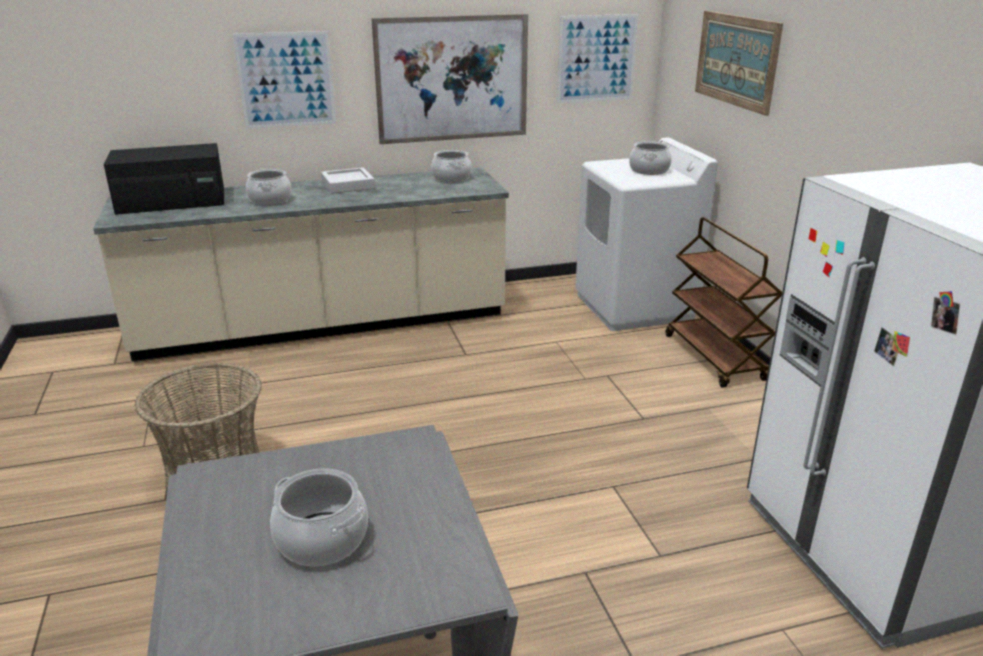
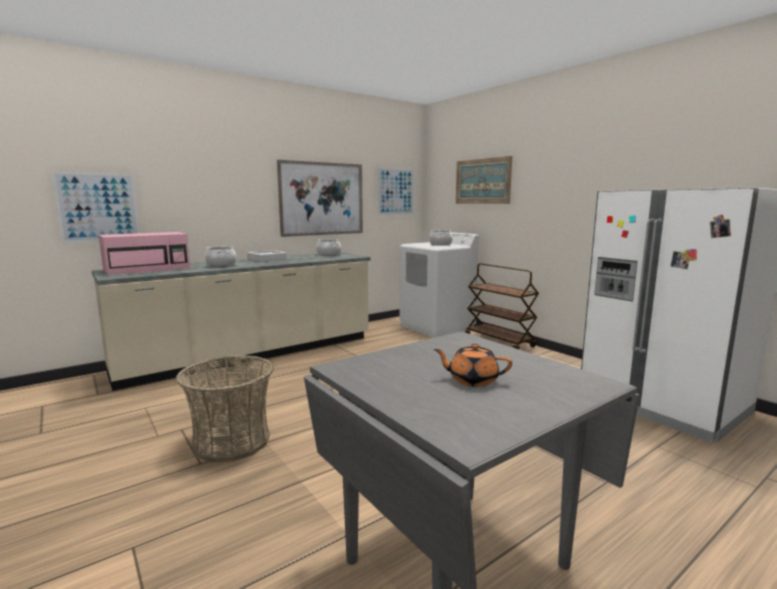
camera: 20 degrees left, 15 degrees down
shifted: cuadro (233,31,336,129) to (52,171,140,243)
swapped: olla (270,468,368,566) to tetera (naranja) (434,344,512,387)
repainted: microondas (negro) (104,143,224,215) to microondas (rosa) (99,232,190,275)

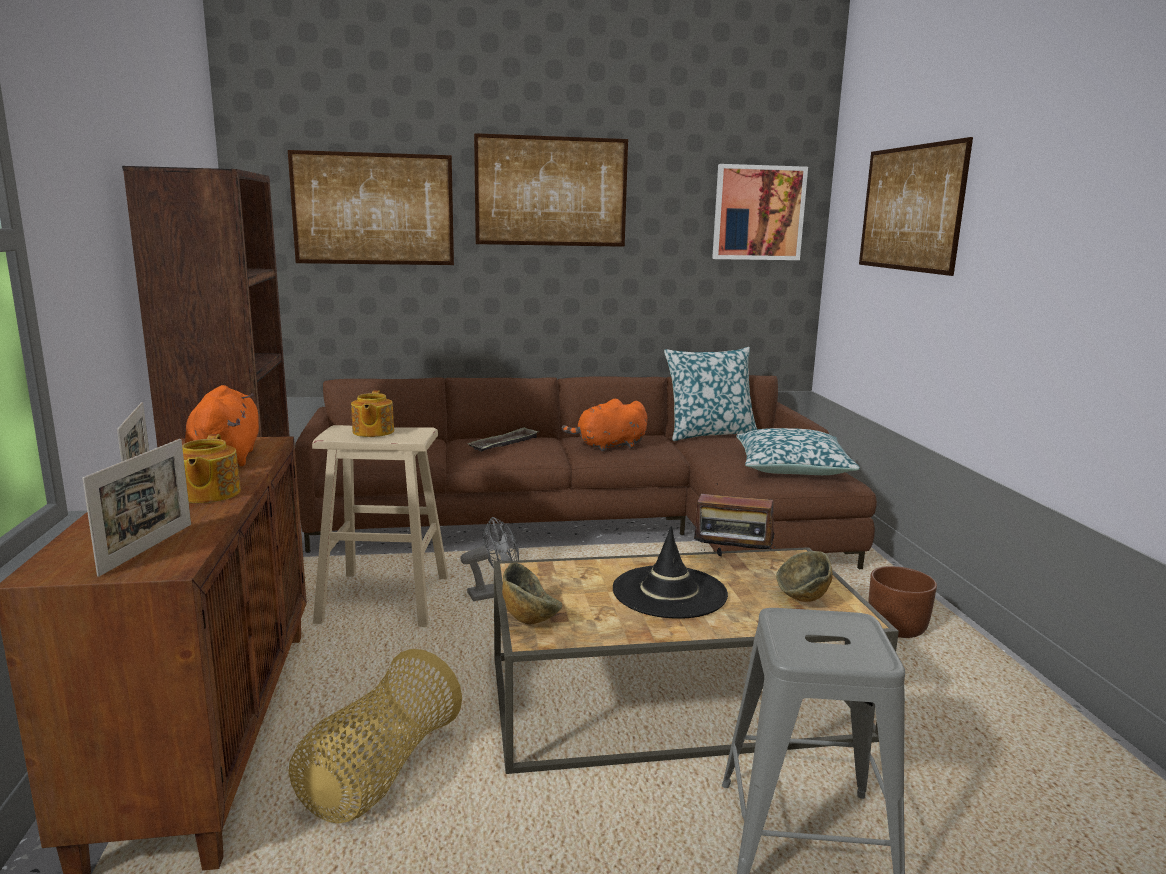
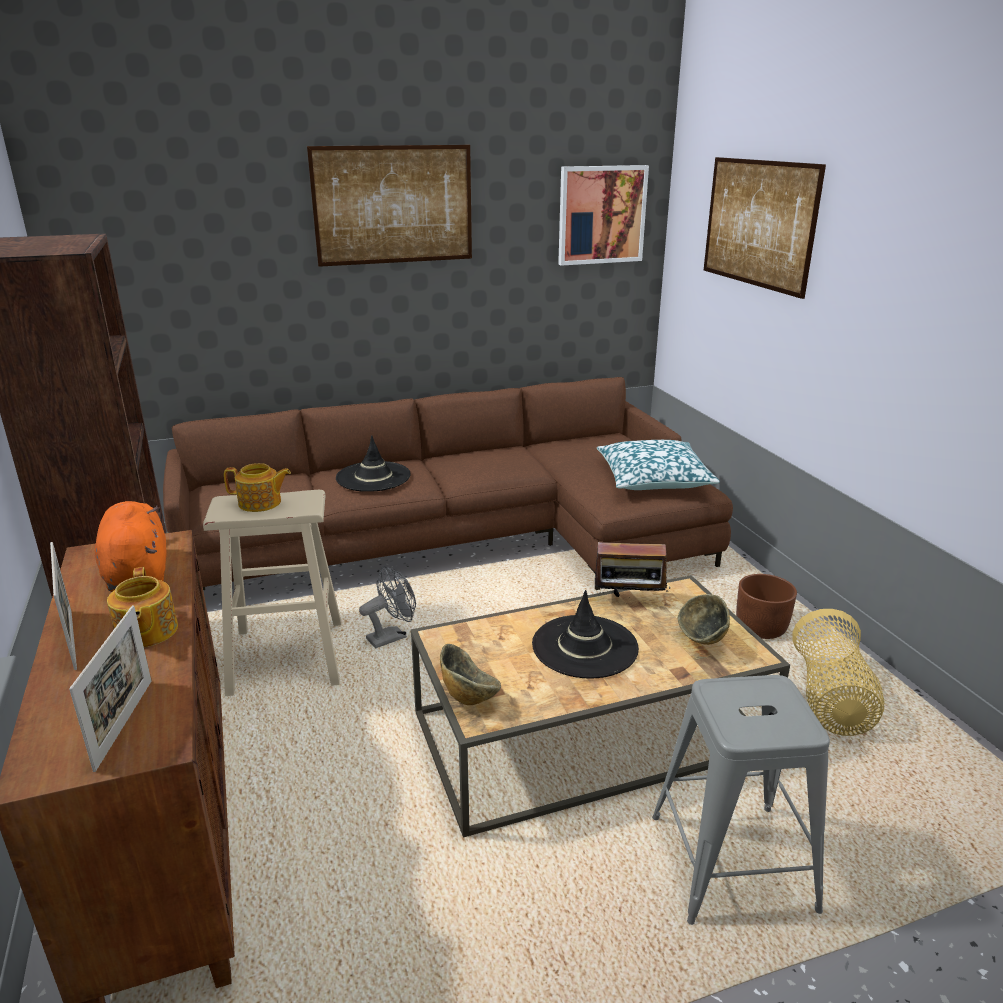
camera: 10 degrees left, 10 degrees up
gone: cuadro (288,150,454,265); peluche (naranja) (562,399,647,451); cojín (664,347,757,441)
shifted: cesta (289,649,462,824) to (792,609,885,736)
swapped: bandeja (468,427,539,452) to sombrero (negro) (336,436,411,492)
rotated: tetera (351,390,394,437) = (224,463,291,512) 75 degrees counterclockwise

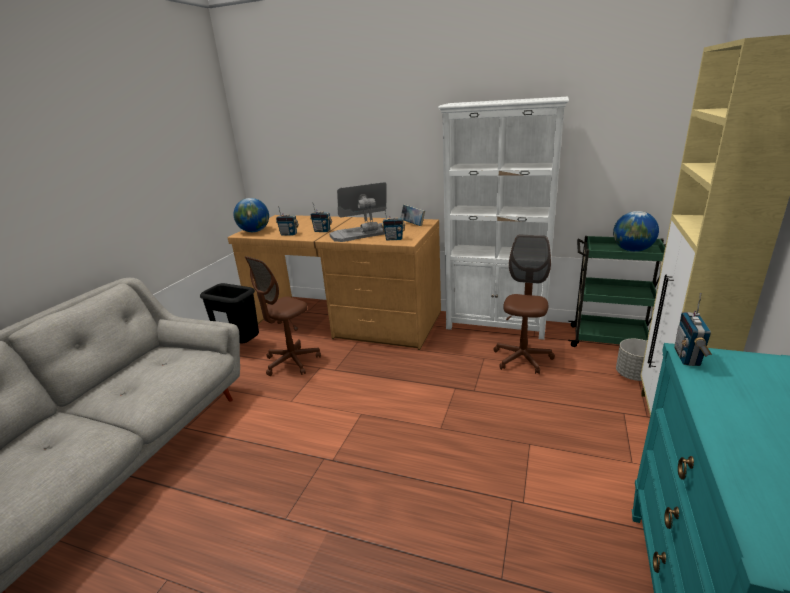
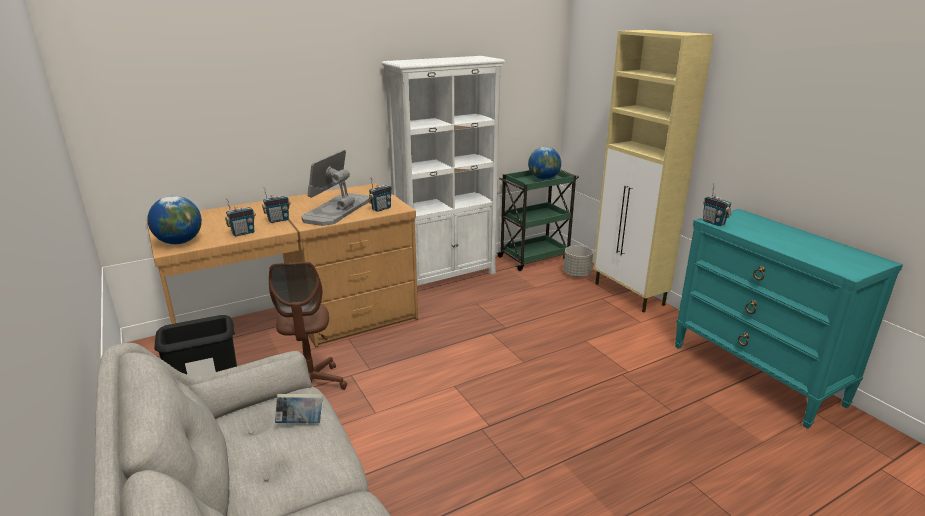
camera: 50 degrees left, 0 degrees up
gone: silla de oficina (marrón) (494,235,555,374)
shifted: libro (401,204,425,226) to (275,394,323,423)

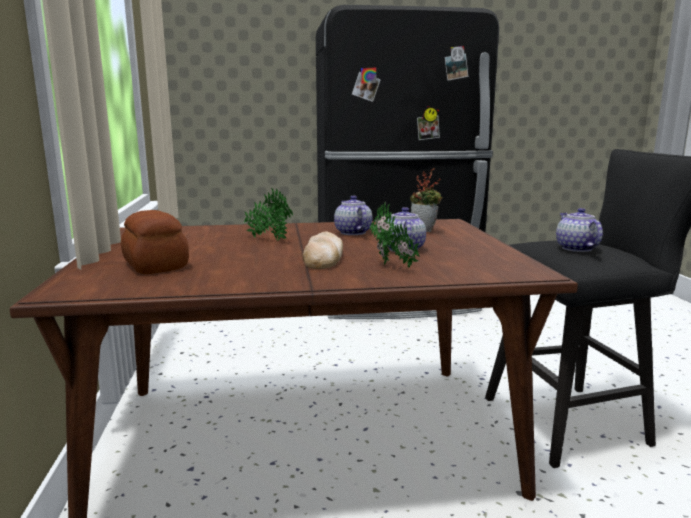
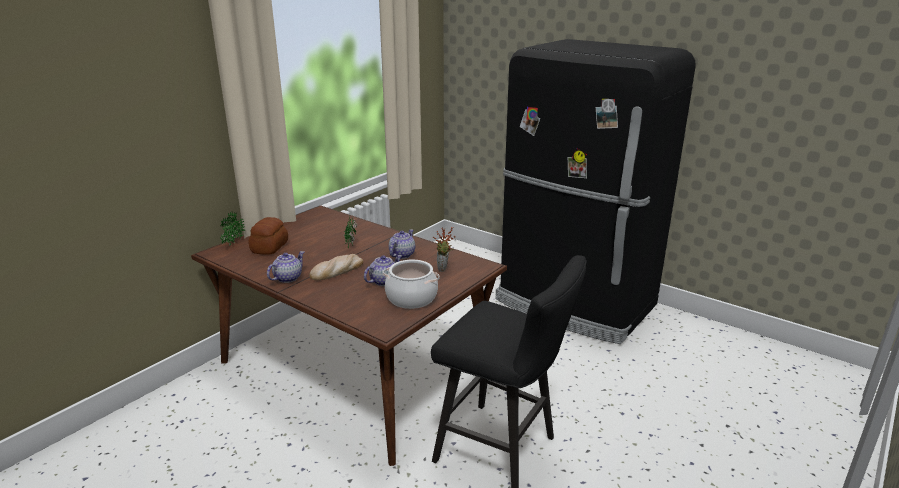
camera: 45 degrees right, 10 degrees up
new: olla (383,260,440,309)
shifted: planta en maceta (370,202,420,268) to (220,212,245,246); tetera (556,208,603,252) to (267,251,304,283)

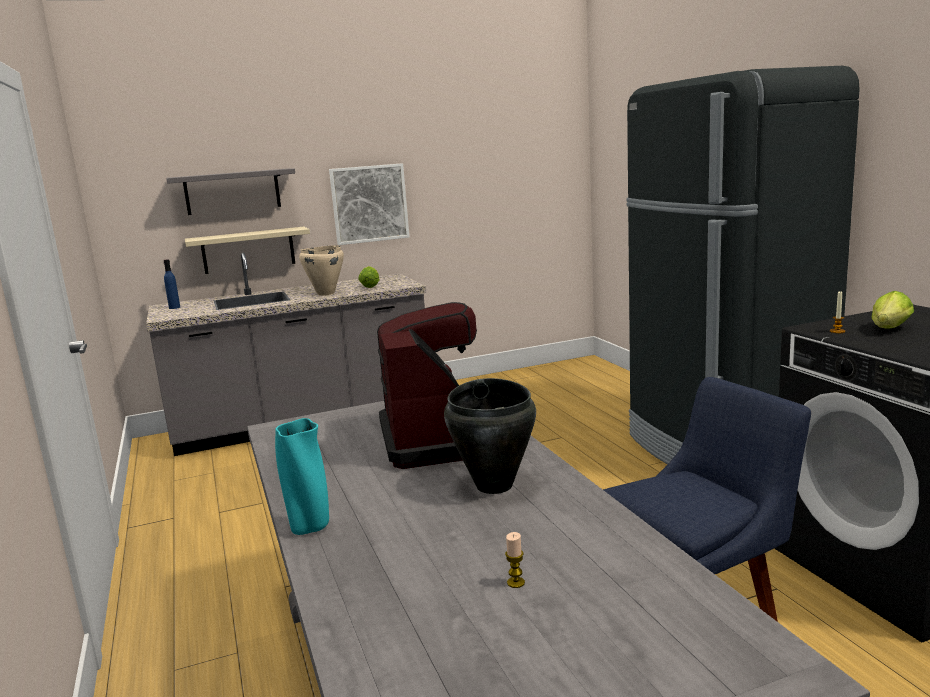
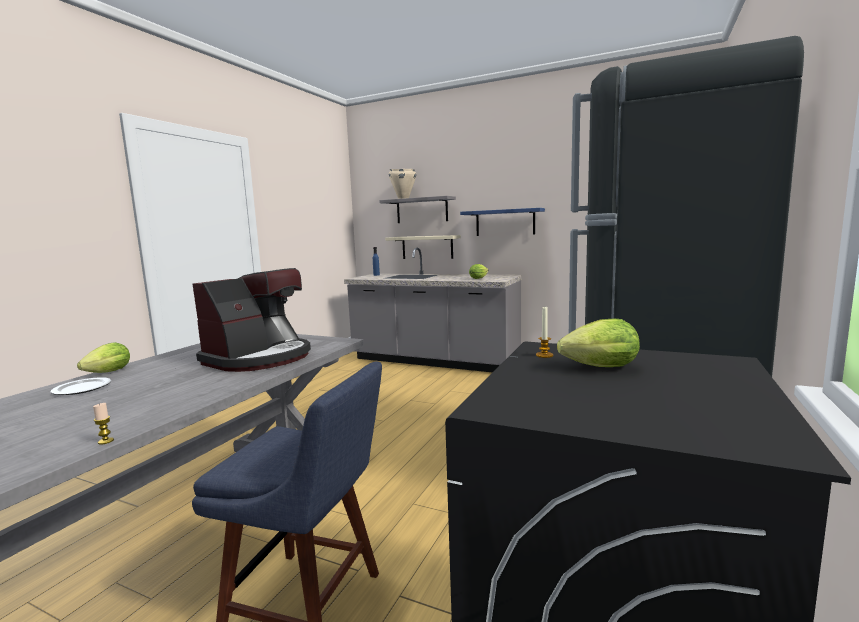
camera: 45 degrees right, 5 degrees down
gone: olla (negro) (444,378,536,494)
new: plato (51,377,111,395)
shifted: vela (505,532,525,588) to (93,403,114,445); olla (beis) (299,245,344,295) to (389,169,416,199)
swapped: florero (turquesa) (275,418,329,535) to lechuga (77,342,130,373); cuadro (329,163,410,245) to estante (azul) (460,208,545,236)

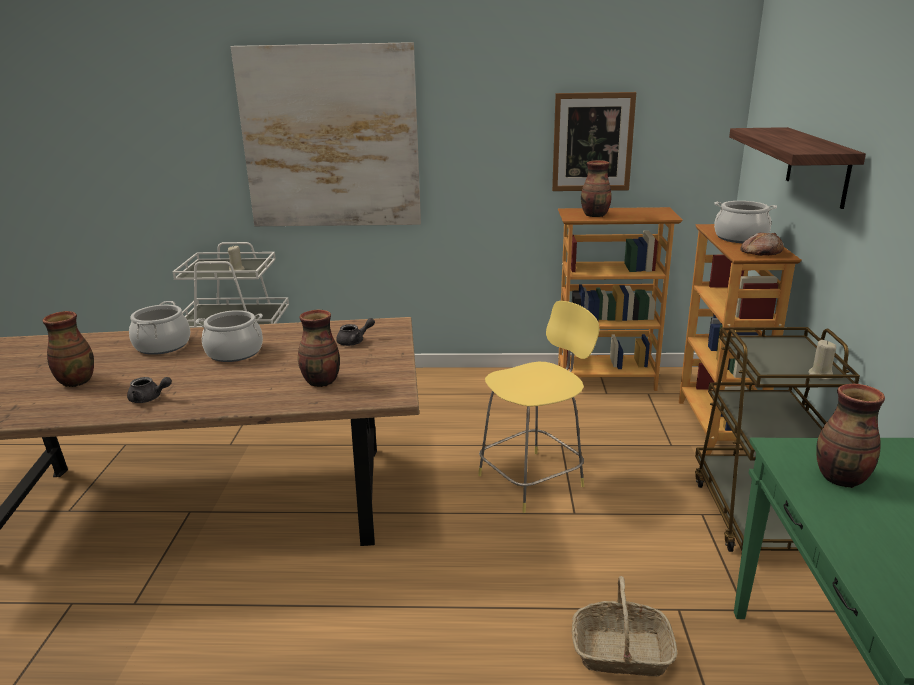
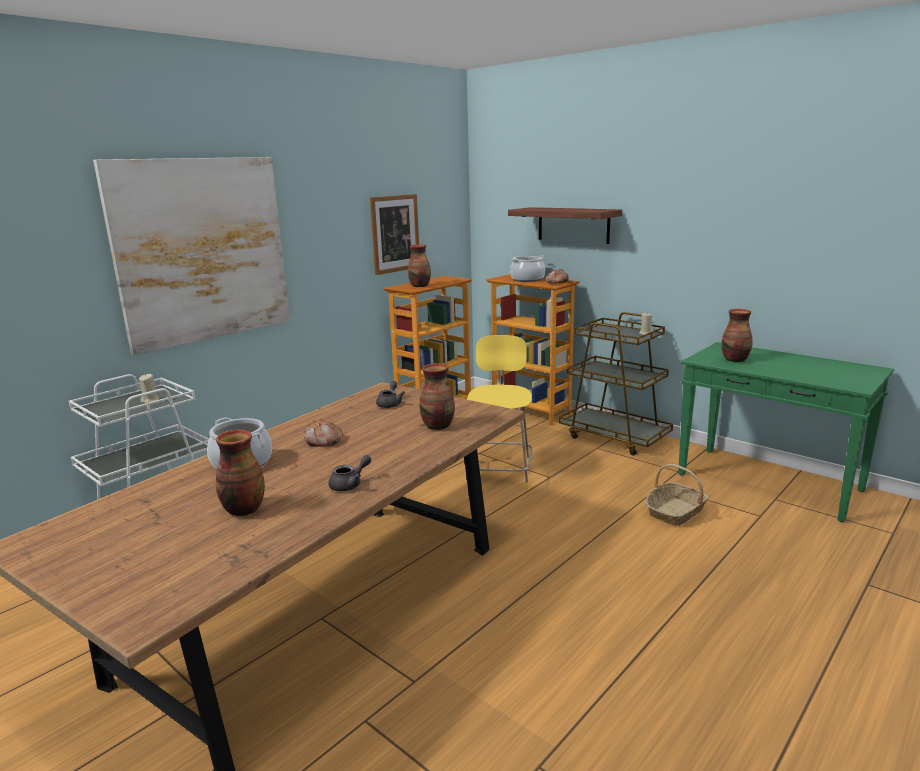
camera: 50 degrees left, 5 degrees down
swapped: olla (196,310,263,362) to pan (304,419,343,447)

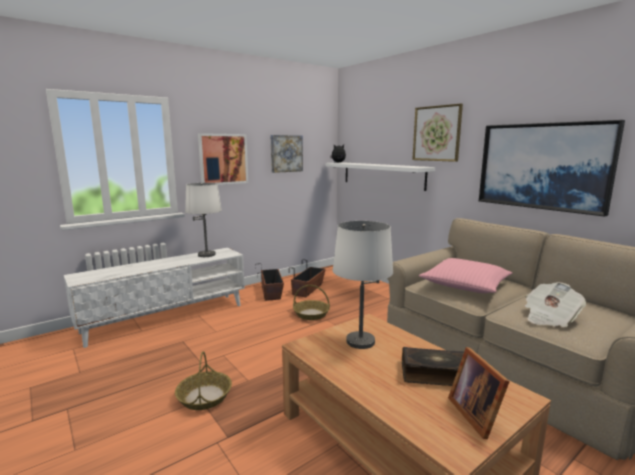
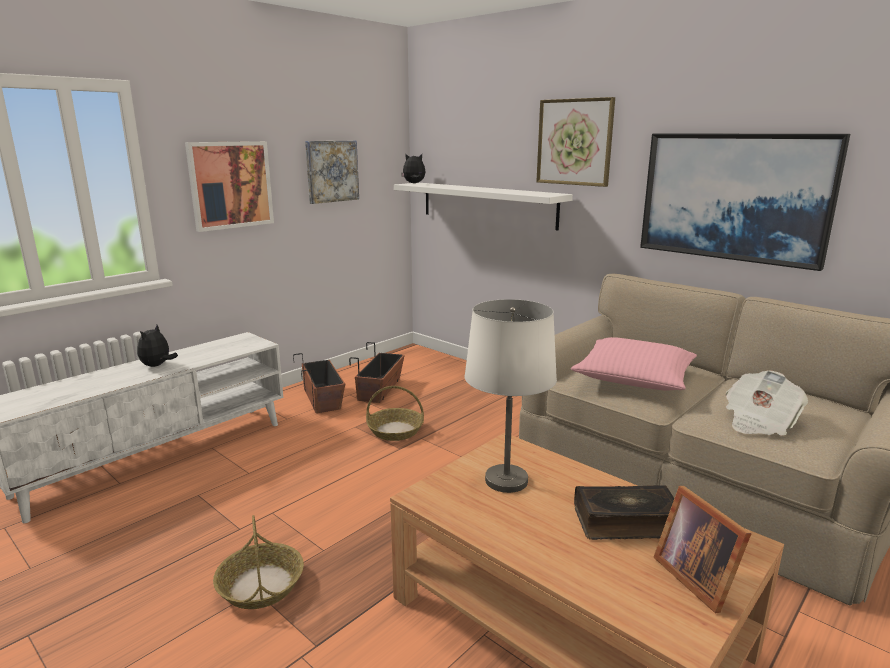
camera: 10 degrees left, 5 degrees up
gone: lámpara de mesa (blanco) (185,183,222,257)
new: peluche (137,325,178,367)

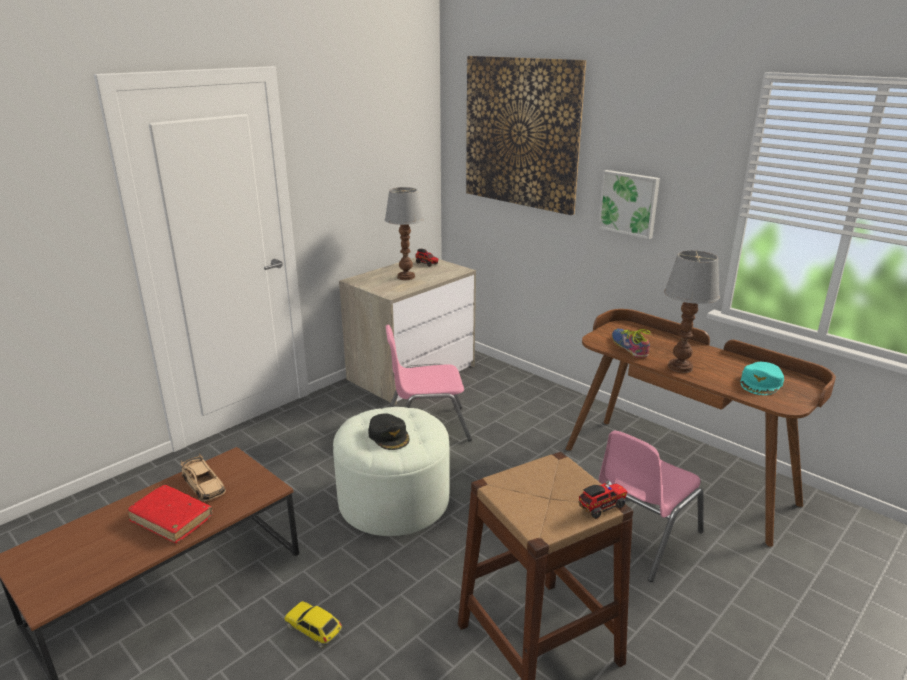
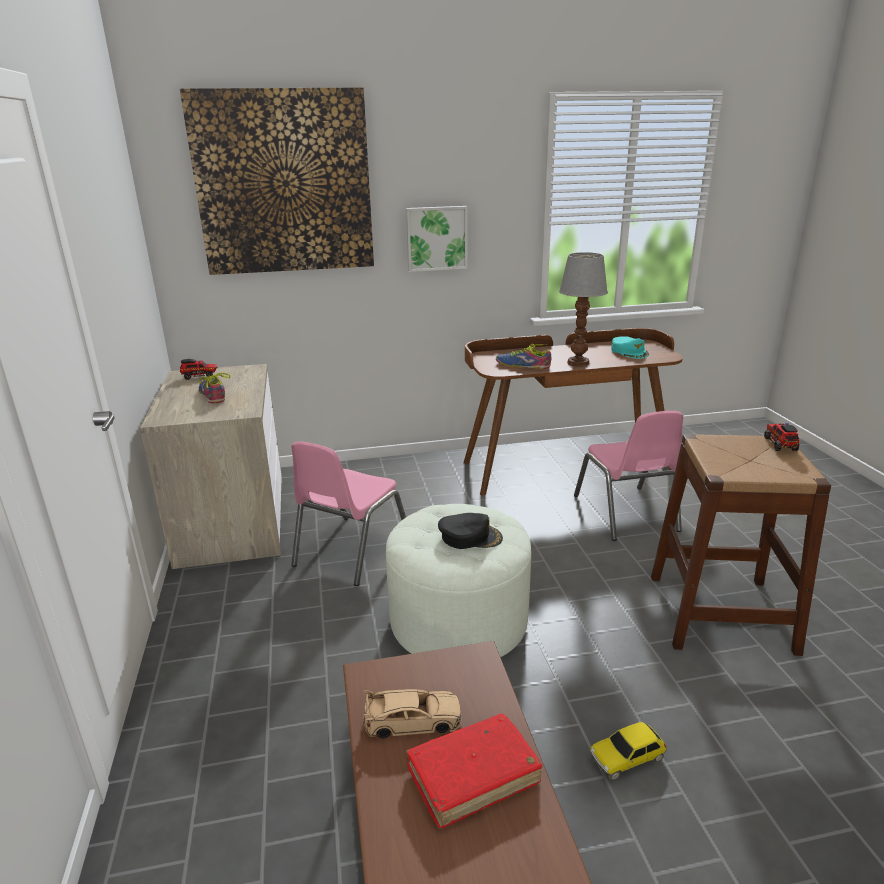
camera: 55 degrees left, 0 degrees up
swapped: lámpara de mesa (385,187,424,280) to zapato (199,373,231,403)

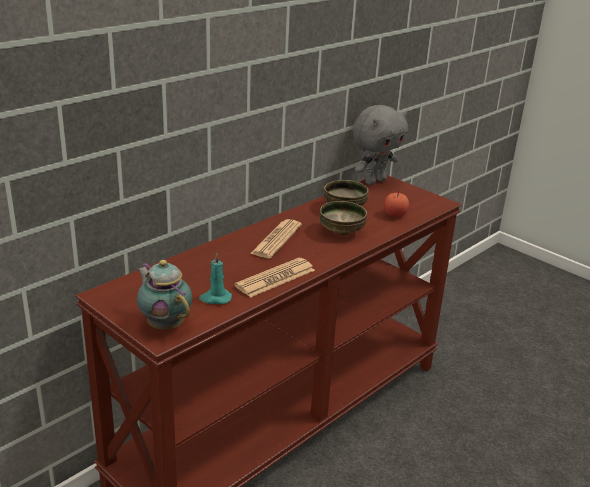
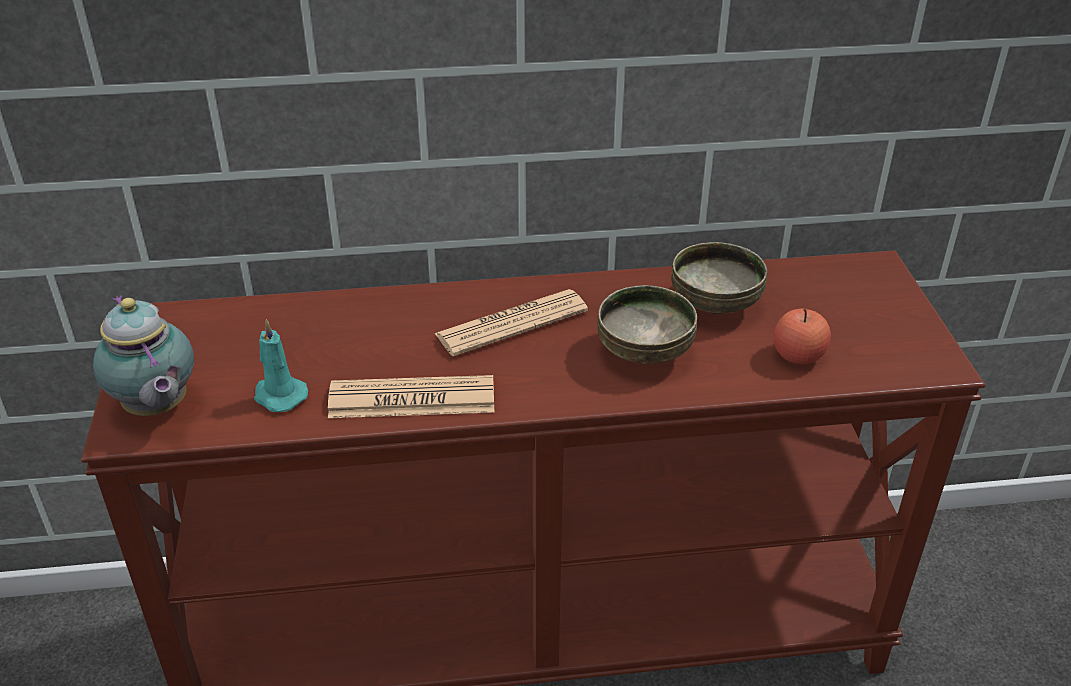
camera: 40 degrees right, 10 degrees up
gone: peluche (gris) (353,105,408,185)
rotated: tetera (137,260,192,330) = (93,295,194,416) 150 degrees clockwise

